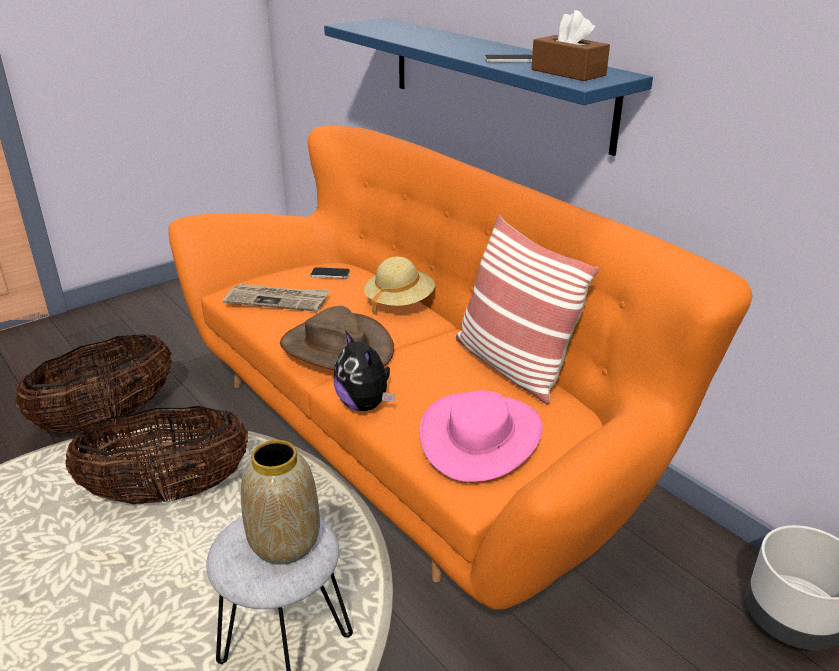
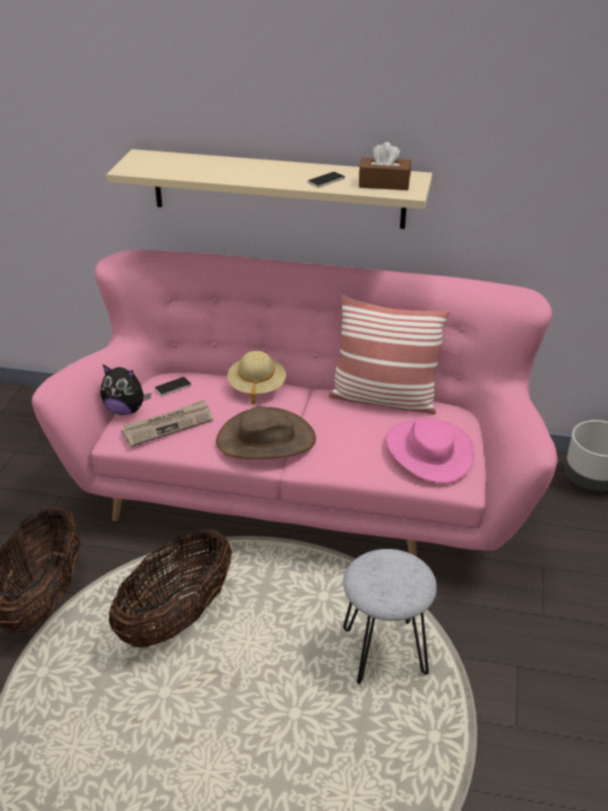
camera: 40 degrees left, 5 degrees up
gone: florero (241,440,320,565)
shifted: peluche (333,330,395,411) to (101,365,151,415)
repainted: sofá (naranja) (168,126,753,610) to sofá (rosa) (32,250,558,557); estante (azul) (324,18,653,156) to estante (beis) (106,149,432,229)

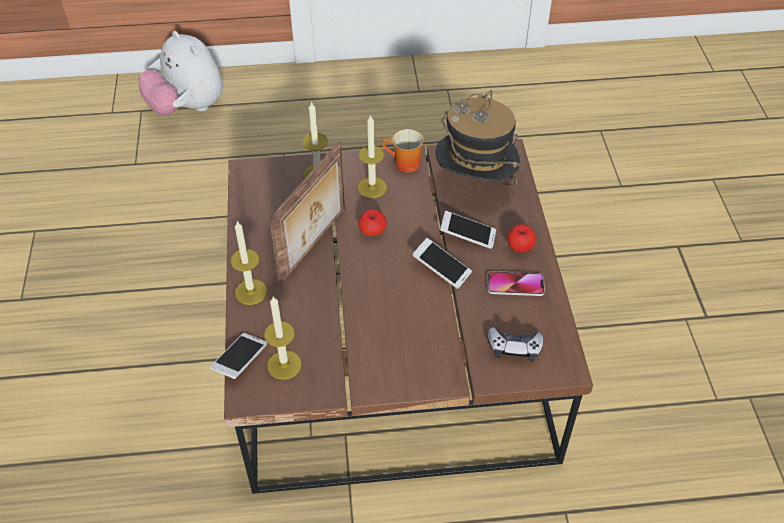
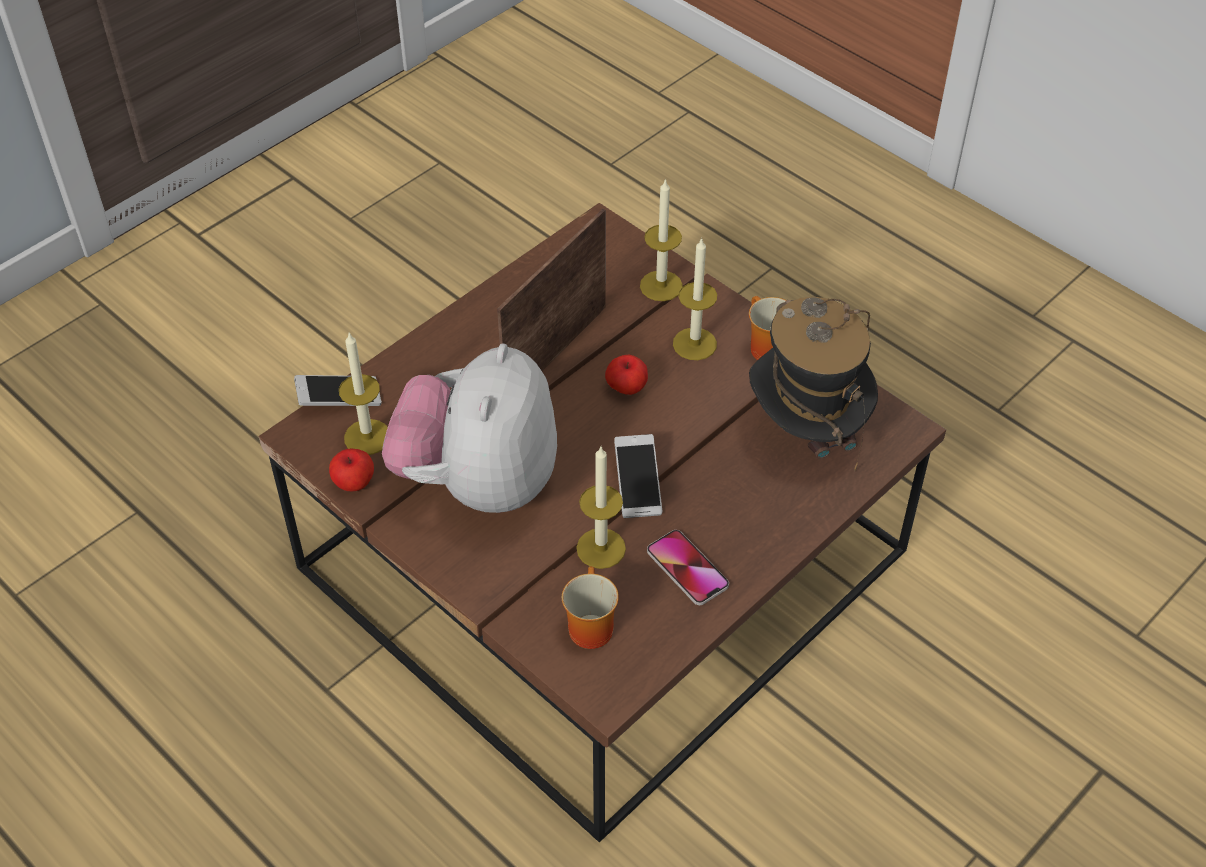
camera: 50 degrees right, 0 degrees up
gone: móvil (440,211,496,249)
shifted: manzana (507,224,536,252) to (329,448,374,492); peluche (138,31,223,116) to (382,343,557,513); vela (230,220,267,305) to (576,447,626,569)
swapped: mando de consola (488,327,544,362) to taza grande (562,566,619,649)
rotated: portarretratos (269,142,345,285) = (497,209,606,371) 135 degrees clockwise

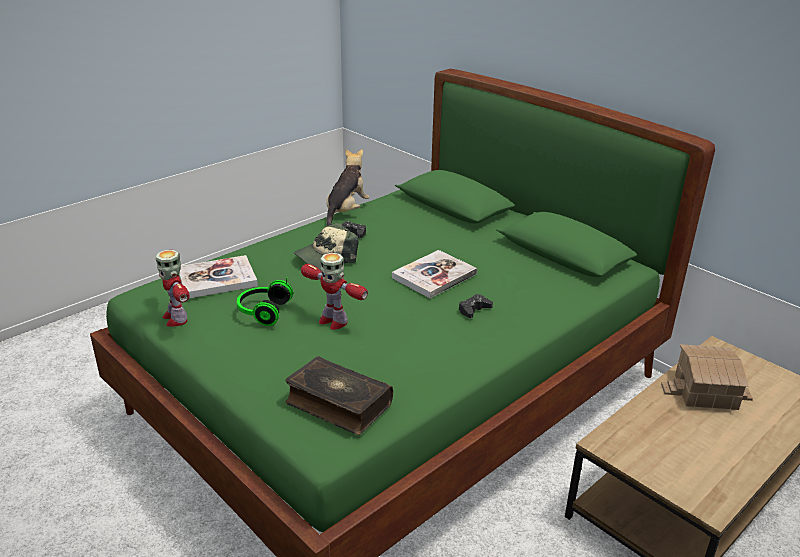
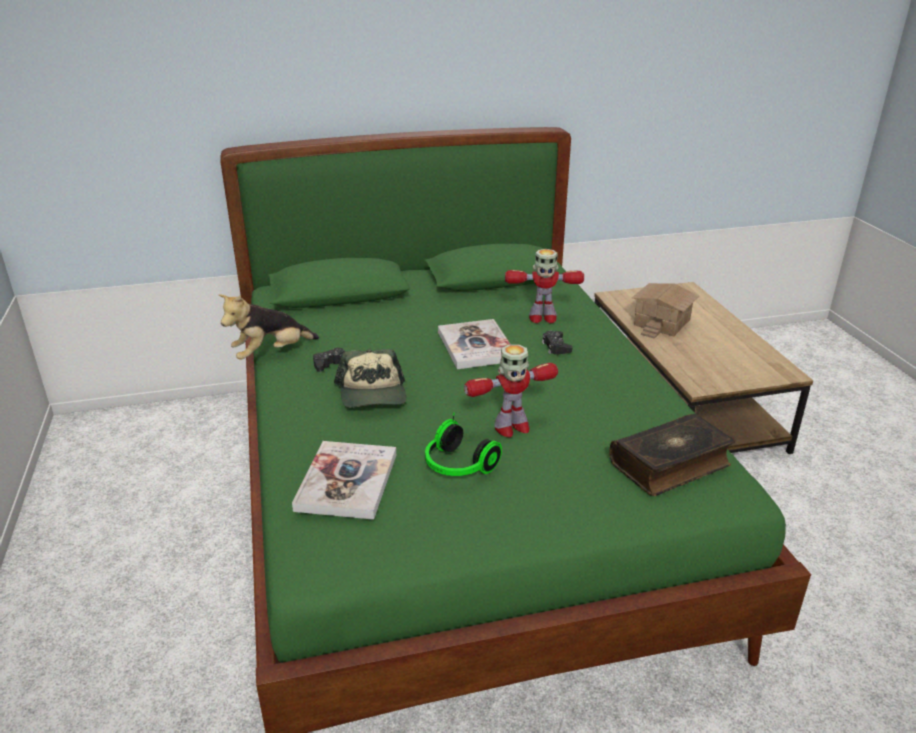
camera: 60 degrees left, 0 degrees up
shifted: robot de juguete (156,250,190,327) to (505,249,584,323)
rotated: peluche (326,149,370,226) = (218,294,319,360) 90 degrees counterclockwise

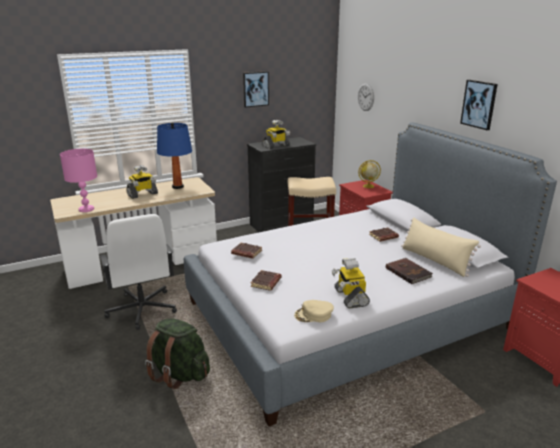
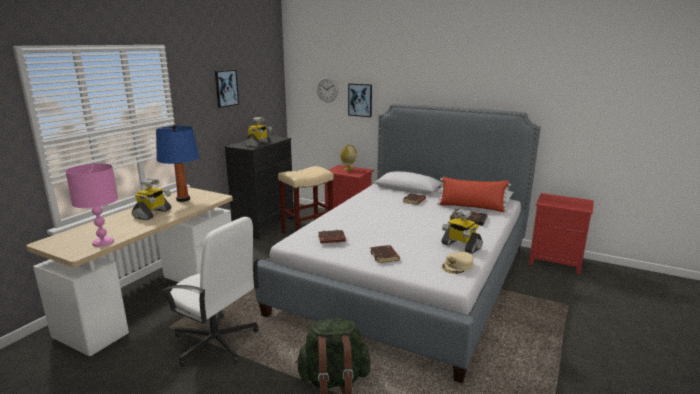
camera: 35 degrees left, 5 degrees down
shifted: cuadro (460,80,498,130) to (348,83,372,117)
repainted: cojín (beis) (401,218,481,277) to cojín (rojo) (437,176,511,212)

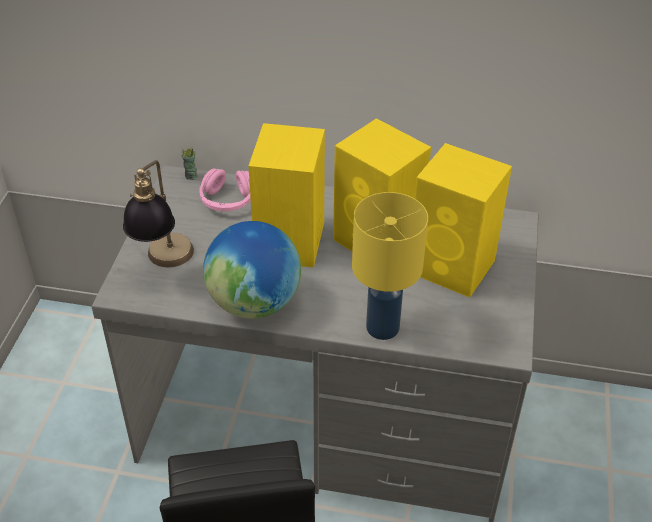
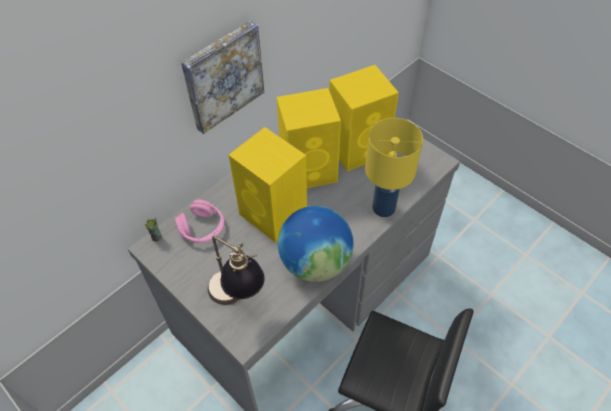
camera: 55 degrees left, 10 degrees up
new: cuadro (181,21,264,134)

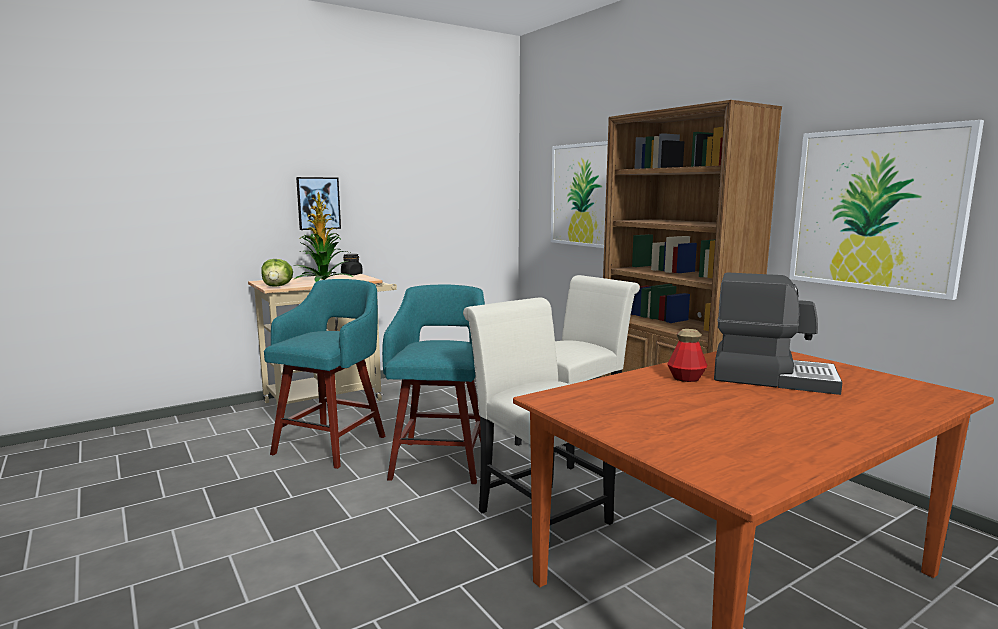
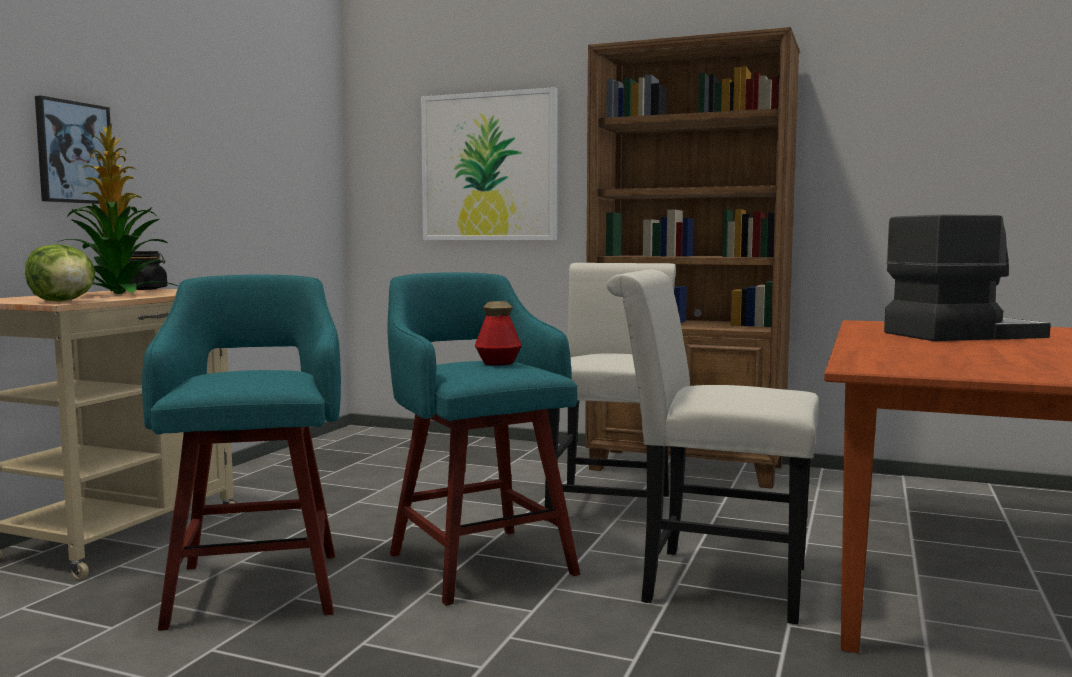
camera: 35 degrees left, 5 degrees down
gone: cuadro (789,120,984,300)
shifted: botella (667,329,707,382) to (475,301,522,366)

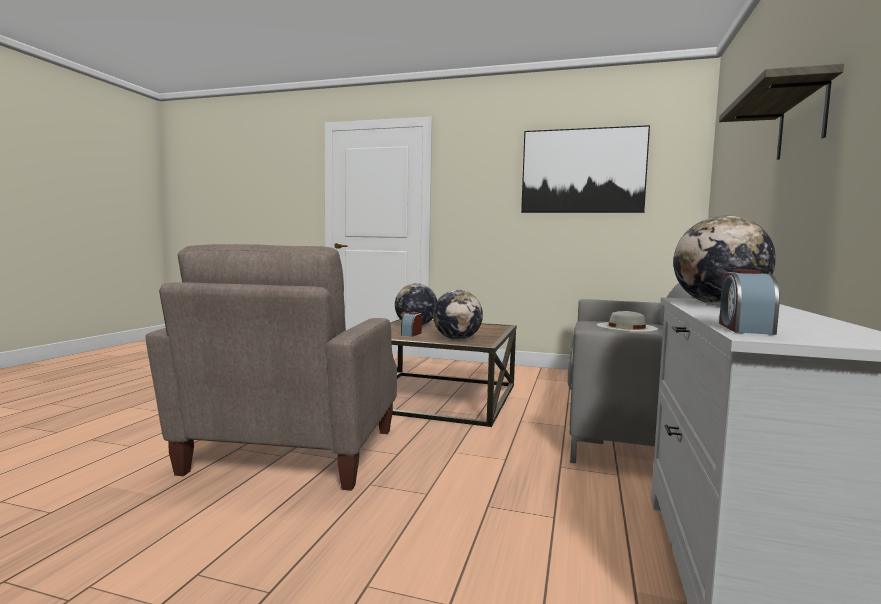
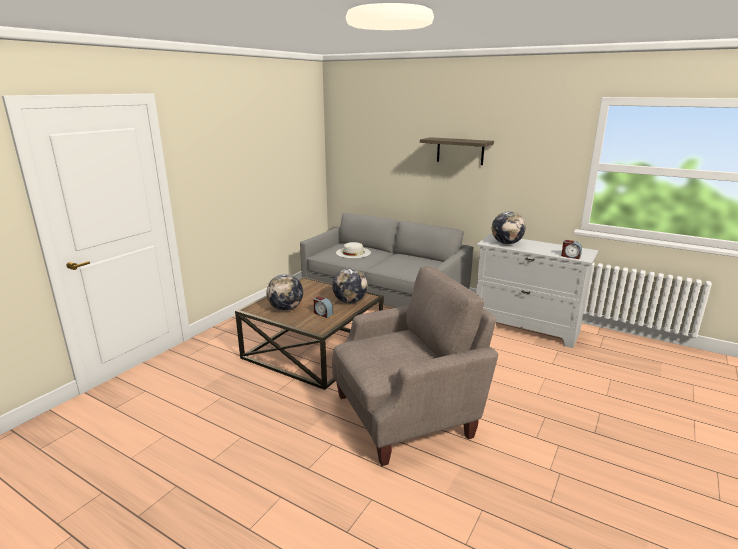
camera: 75 degrees left, 15 degrees up
gone: cuadro (521,125,650,213)
rotated: sillón (beis) (145,244,397,491) = (332,266,498,466) 45 degrees counterclockwise

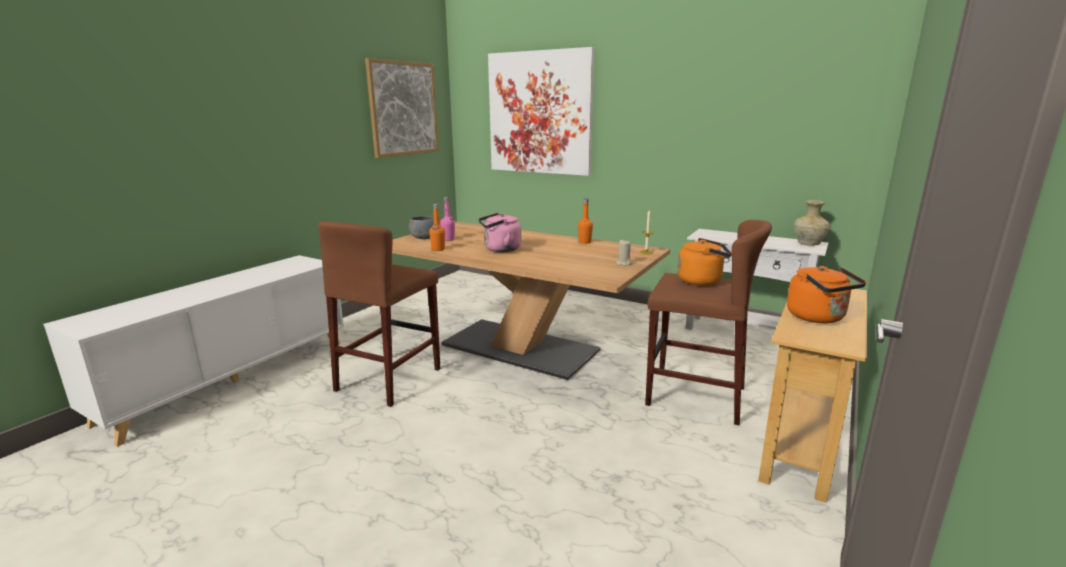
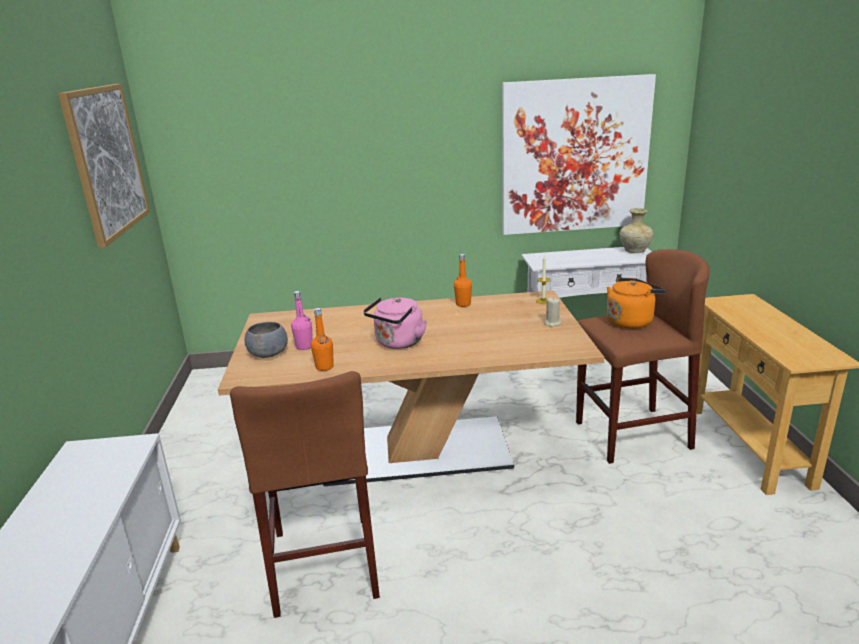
camera: 35 degrees left, 5 degrees up
gone: hervidor (naranja) (787,266,866,323)
shifted: cuadro (488,47,595,176) to (502,74,656,235)

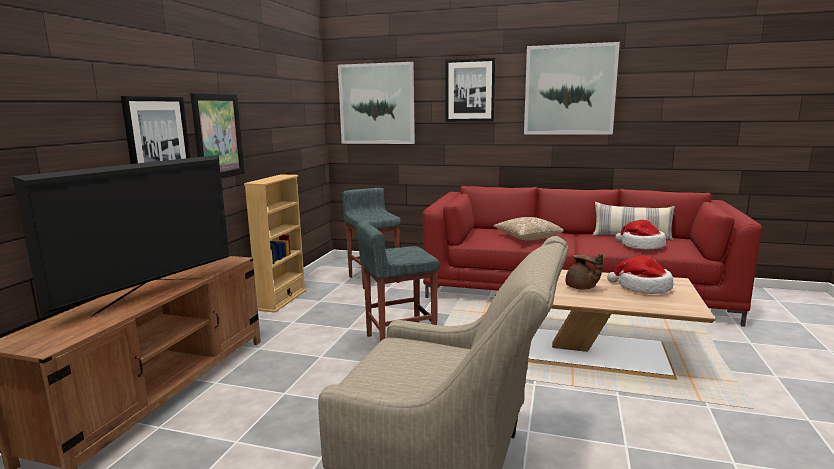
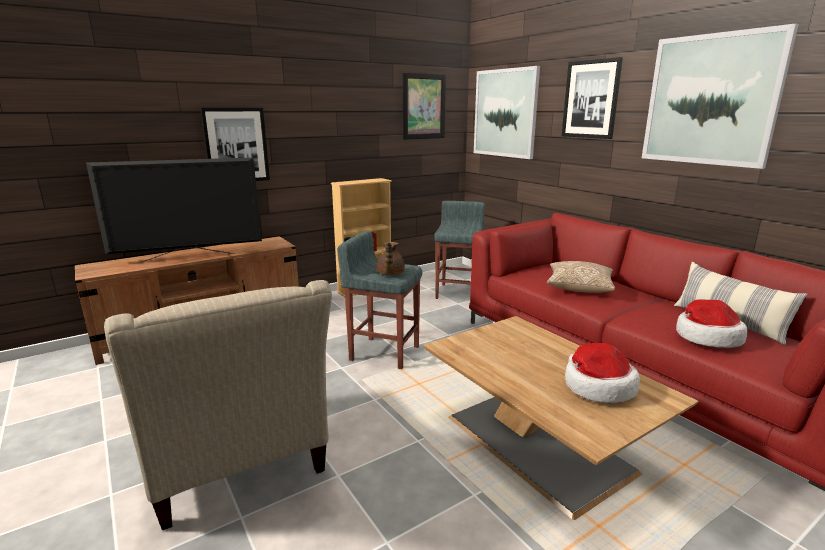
camera: 40 degrees right, 5 degrees up
shifted: tetera (marrón) (565,254,603,290) to (377,242,405,276); cuadro (190,93,245,178) to (403,73,446,140)

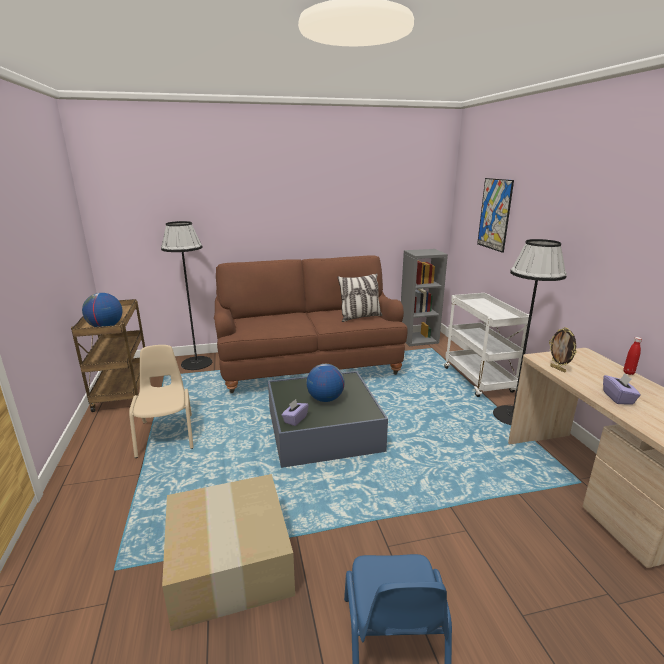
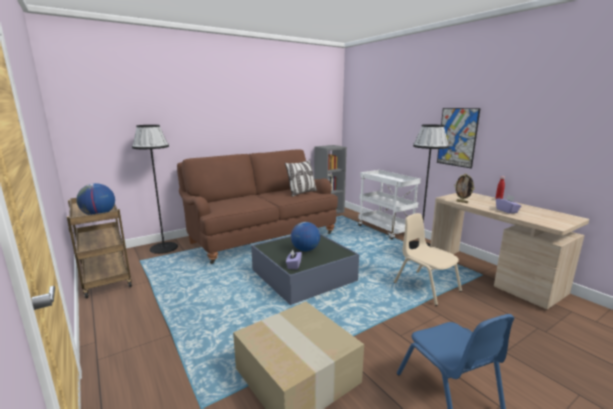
camera: 20 degrees left, 5 degrees down
shifted: silla (beis) (129,345,194,458) to (394,213,462,306); cuadro (477,178,514,253) to (437,108,480,168)

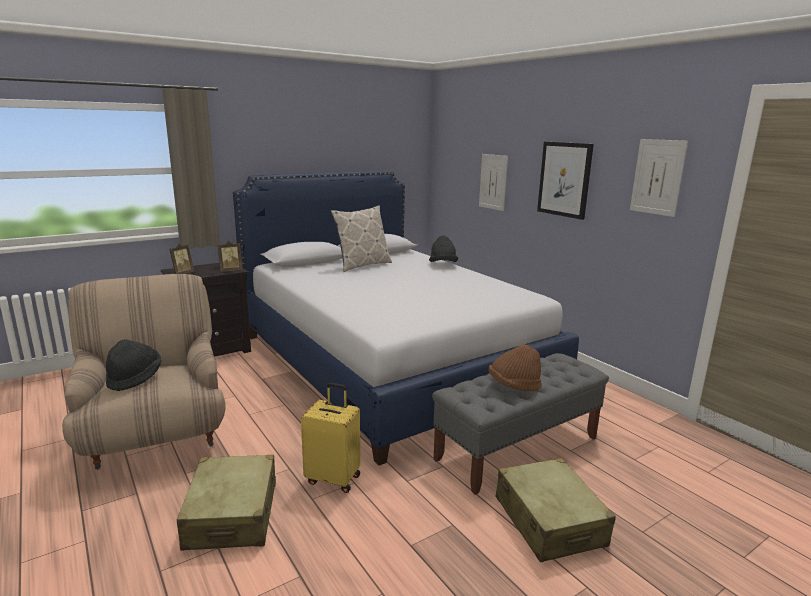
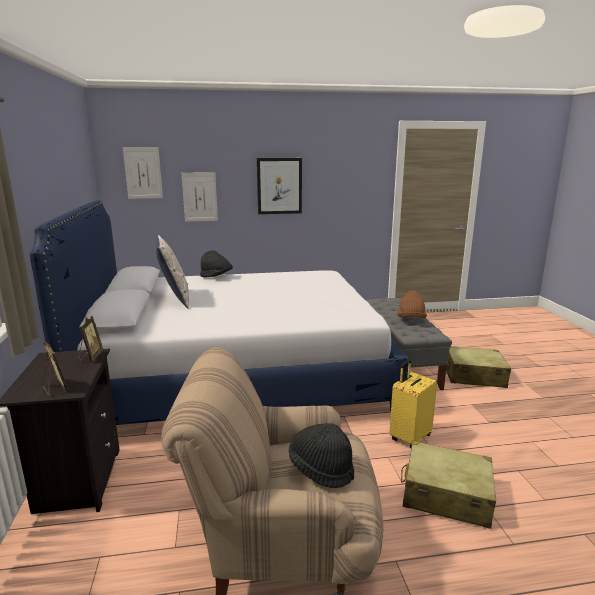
camera: 65 degrees left, 0 degrees up
shifted: cuadro (630,139,688,217) to (123,148,163,199)

